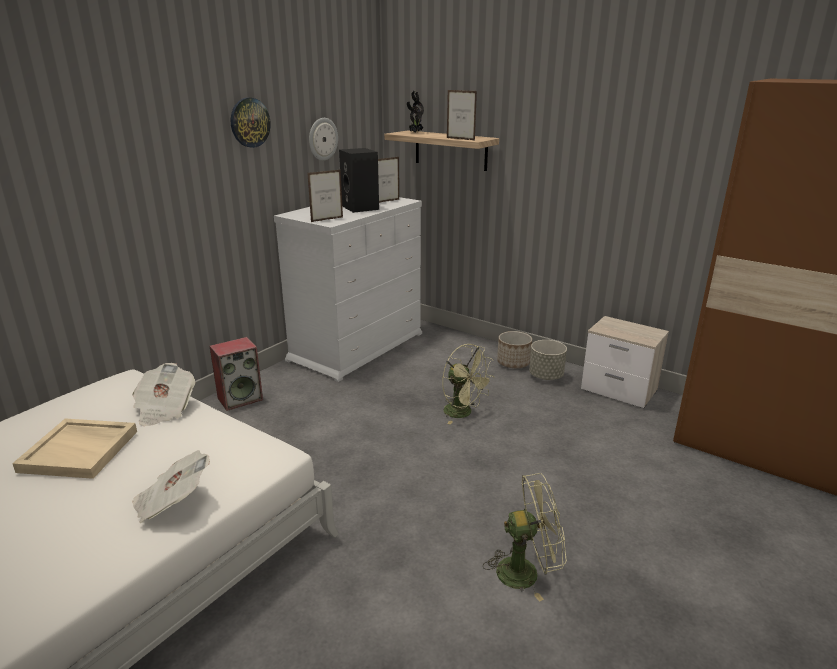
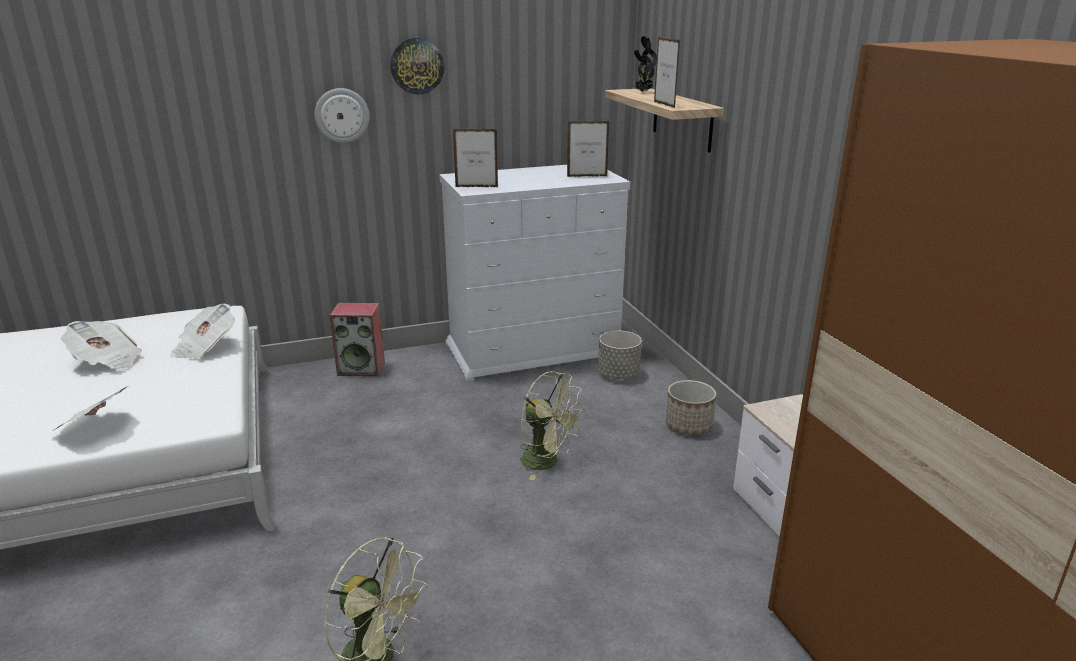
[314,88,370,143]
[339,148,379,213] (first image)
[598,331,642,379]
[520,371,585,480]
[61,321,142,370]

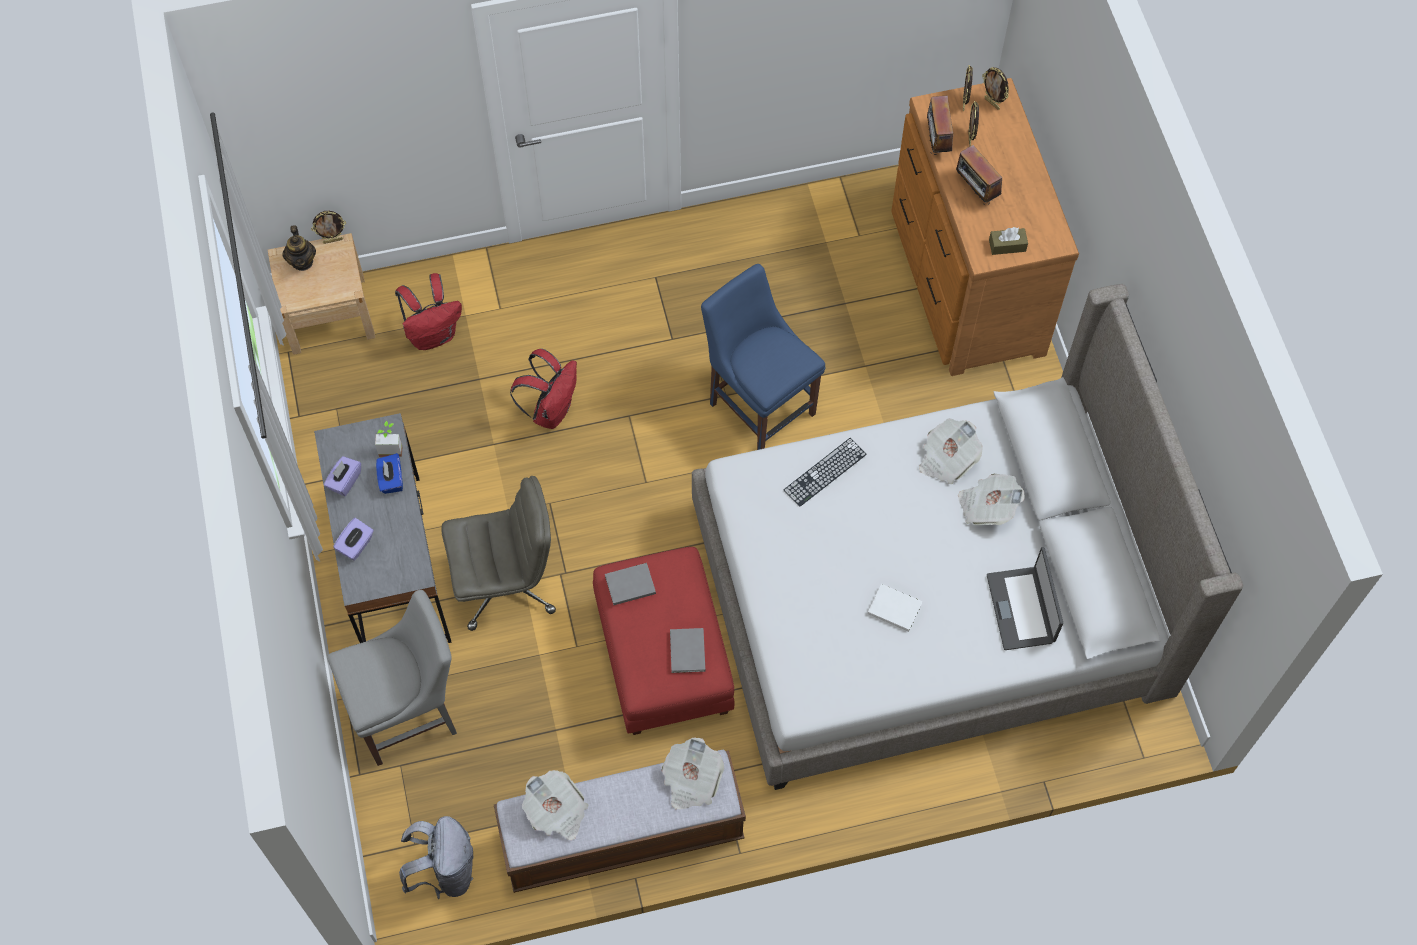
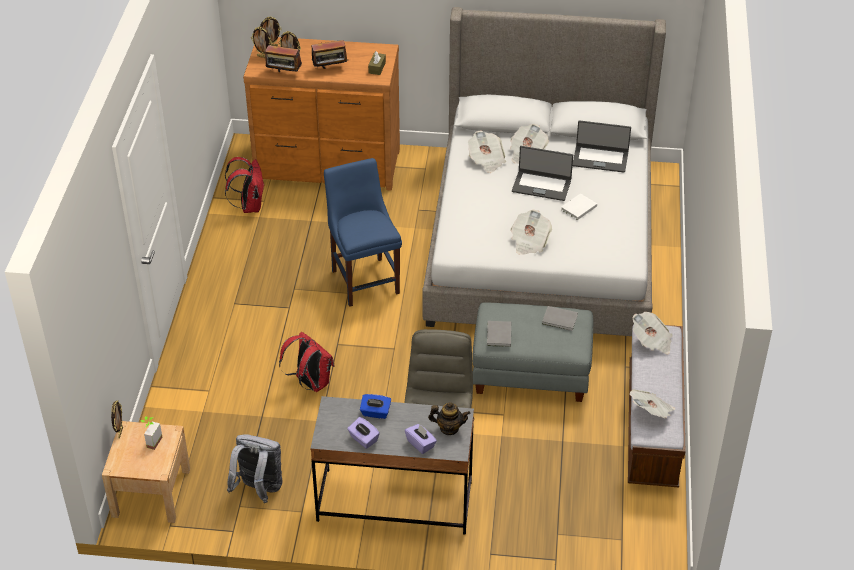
[428,402,470,435]
[324,158,402,307]
[225,157,264,213]
[140,416,162,450]
[784,438,867,506] (first image)
[472,302,593,402]
[327,590,457,766] (first image)
[227,434,283,503]
[512,146,573,201]
[511,210,552,255]

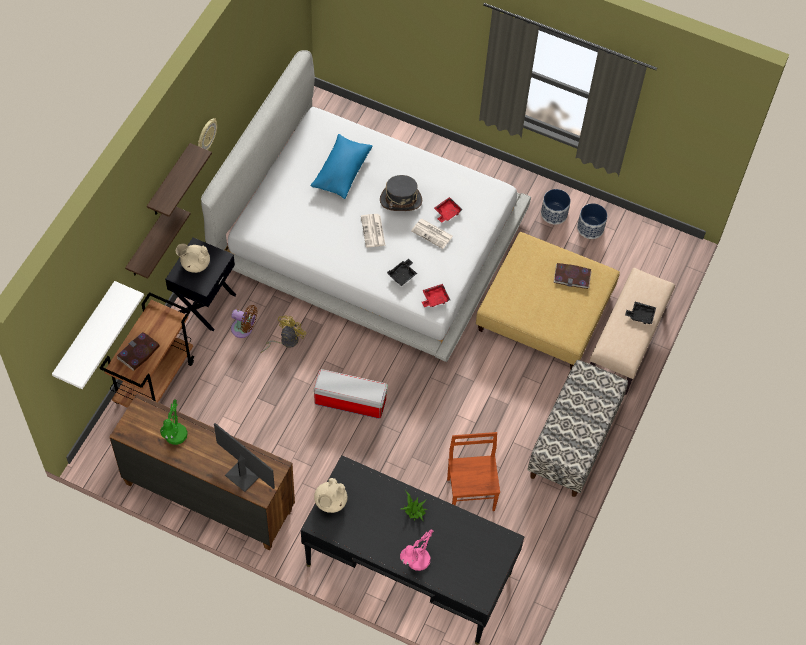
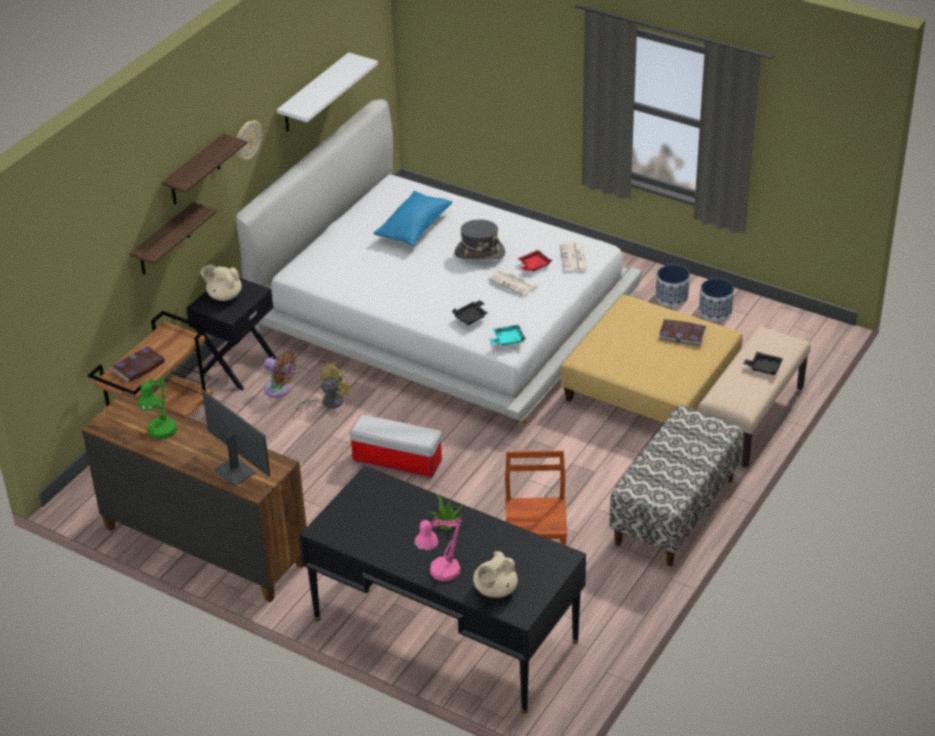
[560,242,587,272]
[277,52,378,132]
[490,324,526,346]
[473,551,518,598]

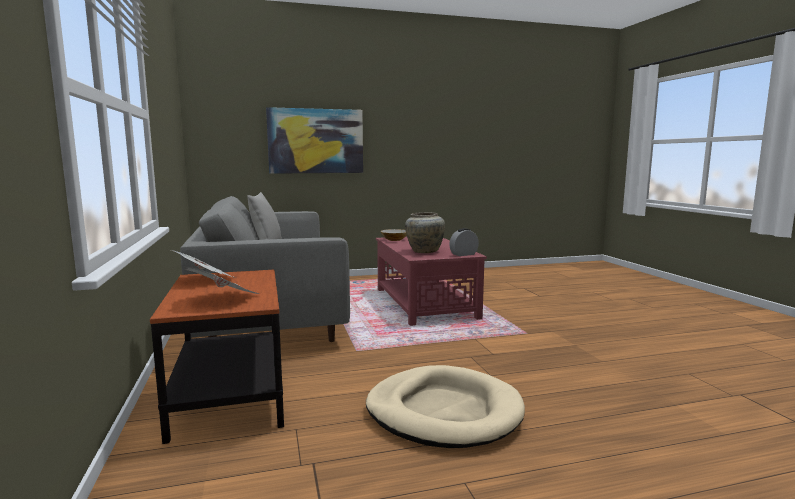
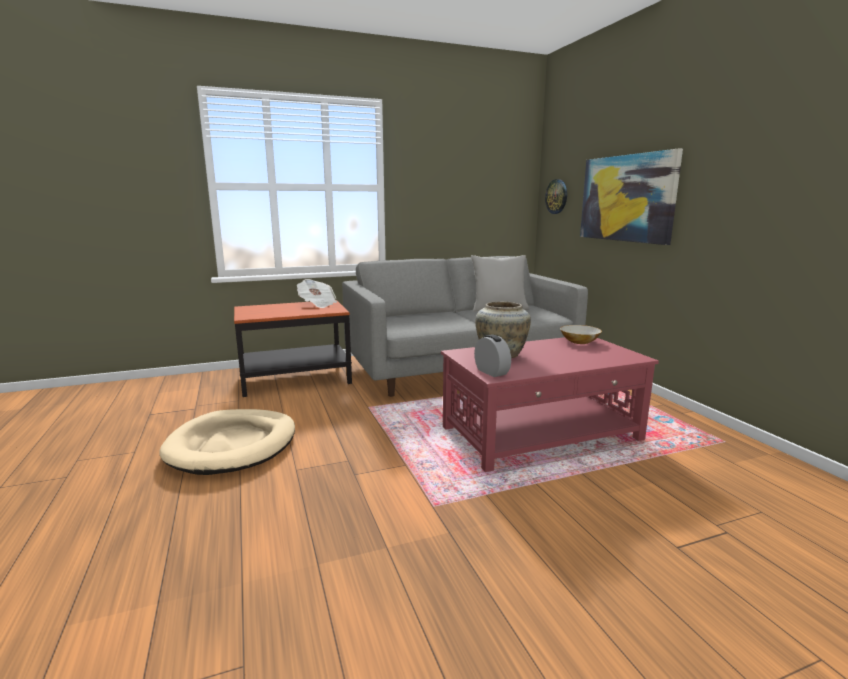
[185,267,259,294] (first image)
[545,179,567,214]

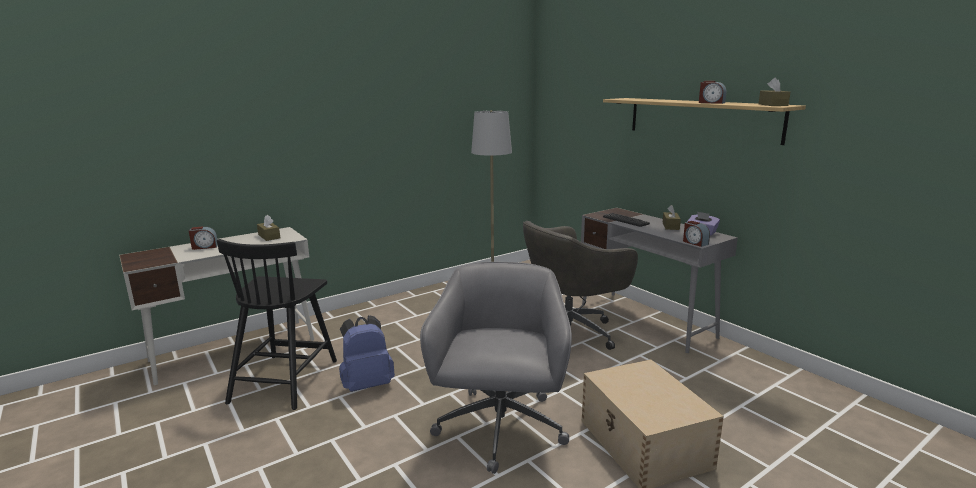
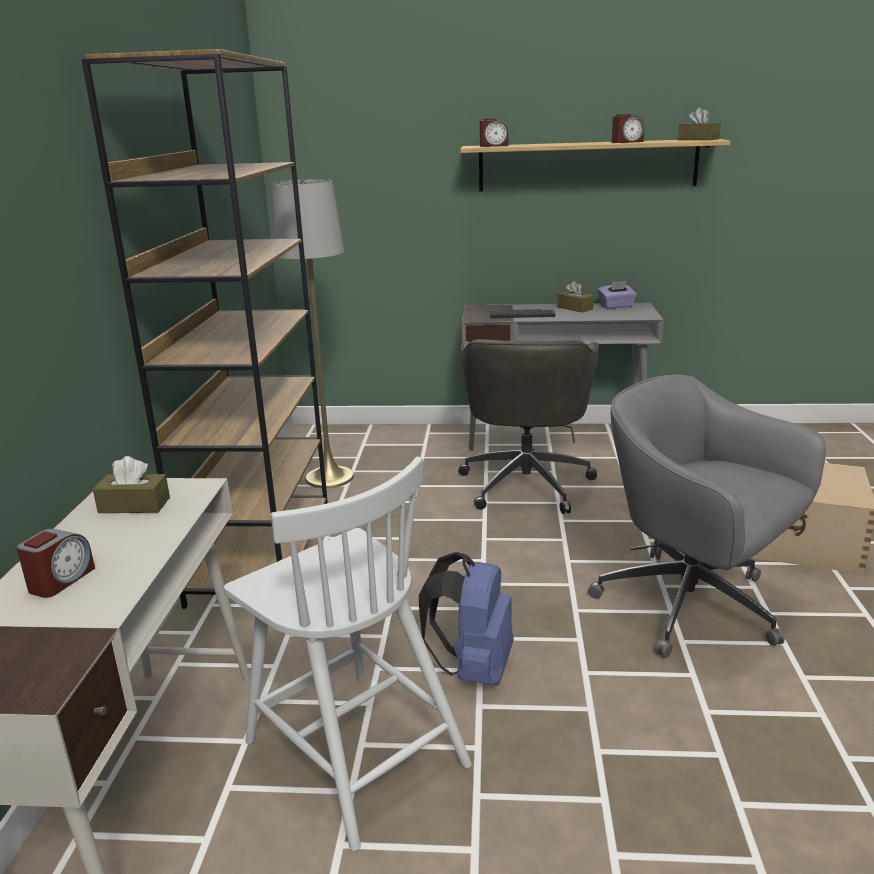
[480,118,509,147]
[224,457,472,851]
[81,49,328,609]

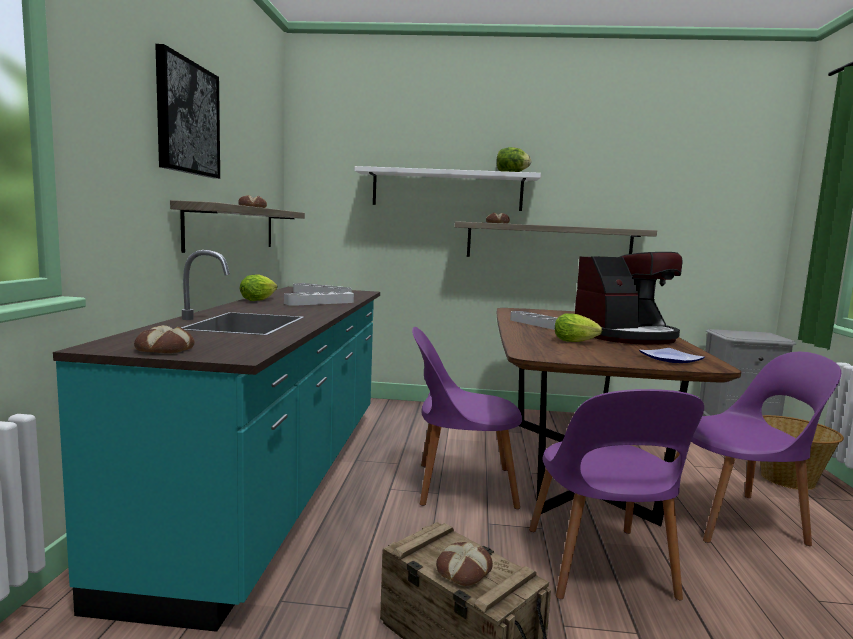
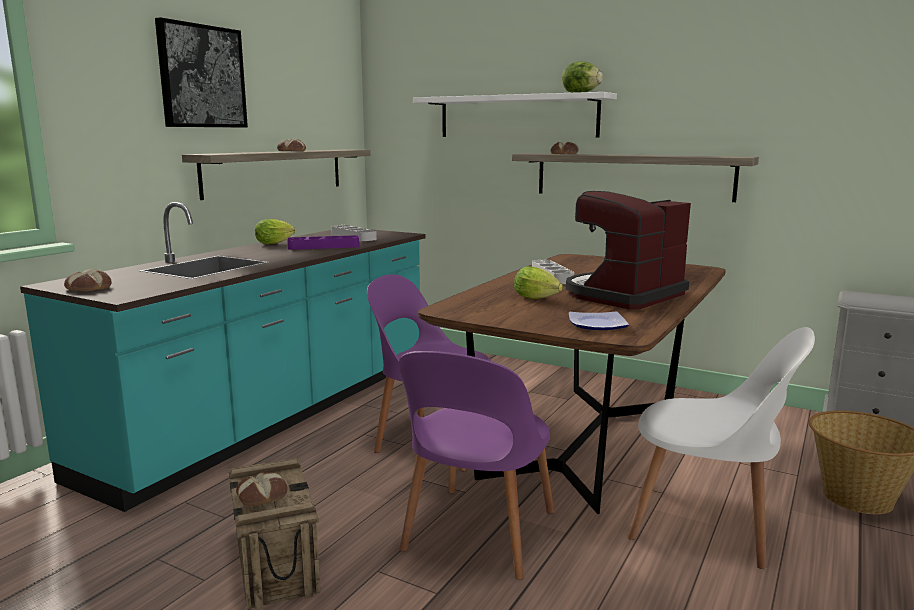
[566,191,691,310]
[287,235,359,250]
[627,327,815,570]

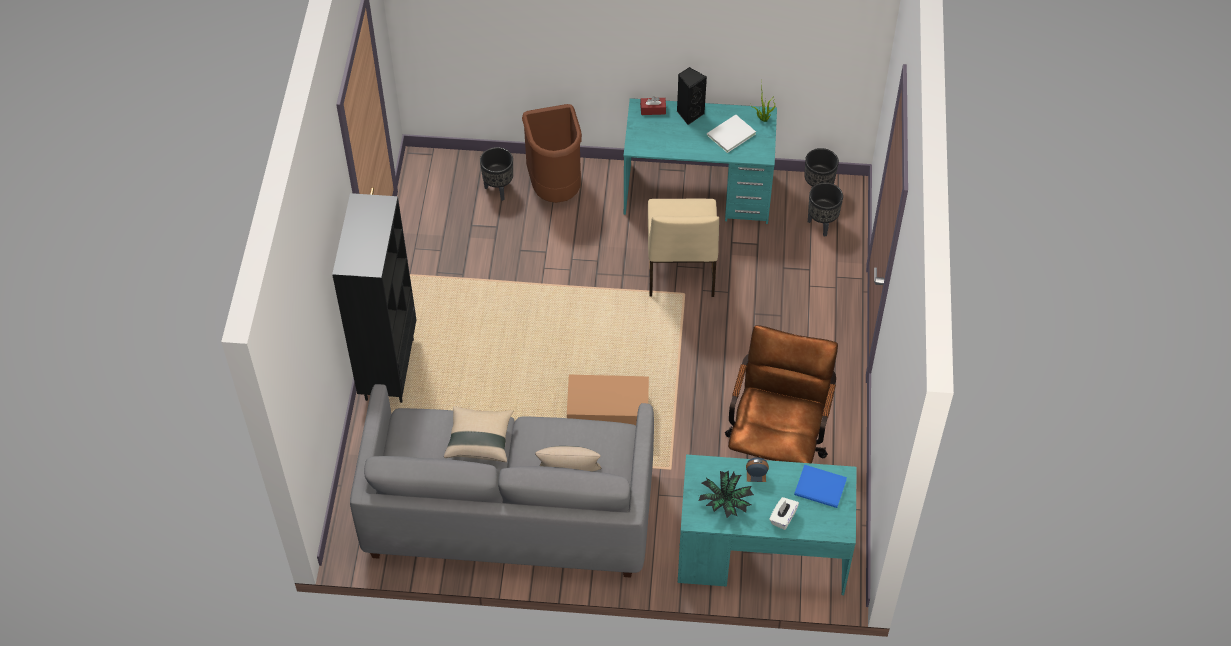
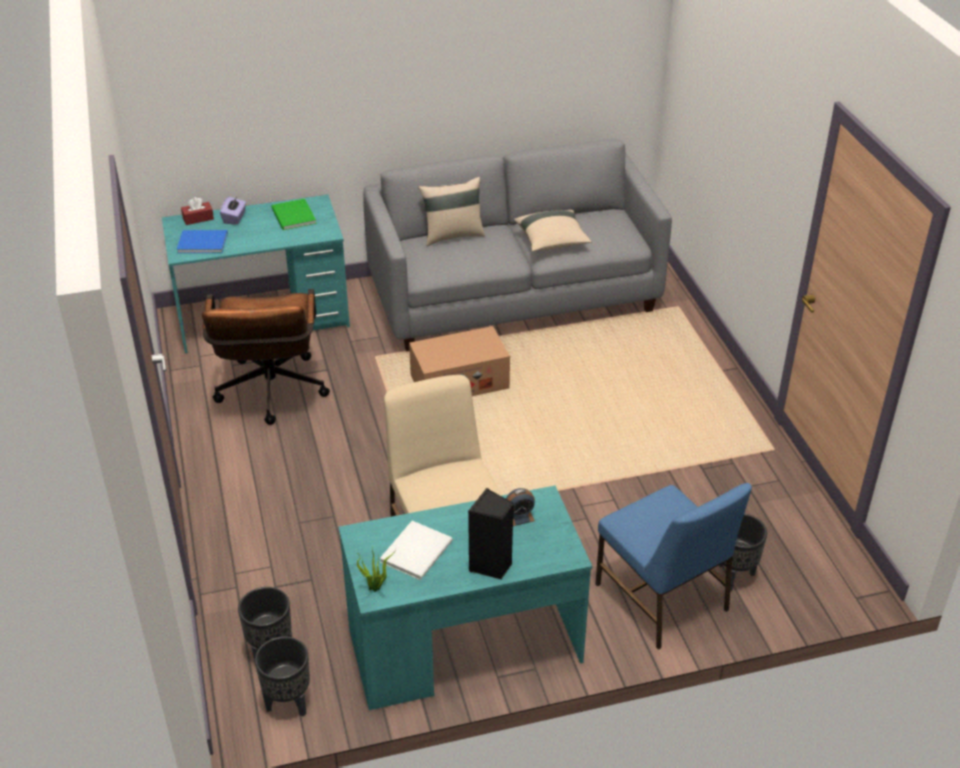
[181,197,214,225]
[595,483,752,650]
[332,193,416,403] (first image)
[506,488,535,526]
[272,199,317,230]
[220,197,246,225]

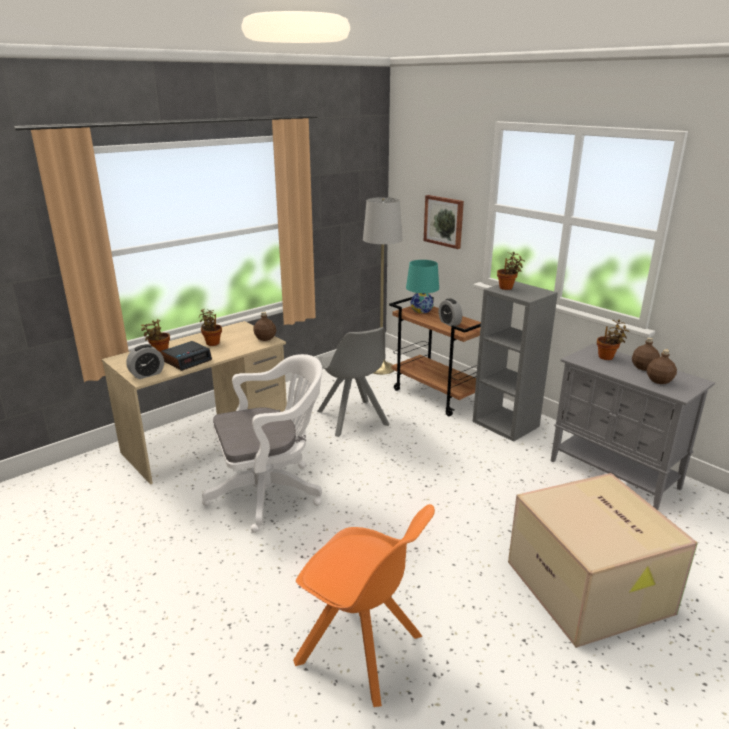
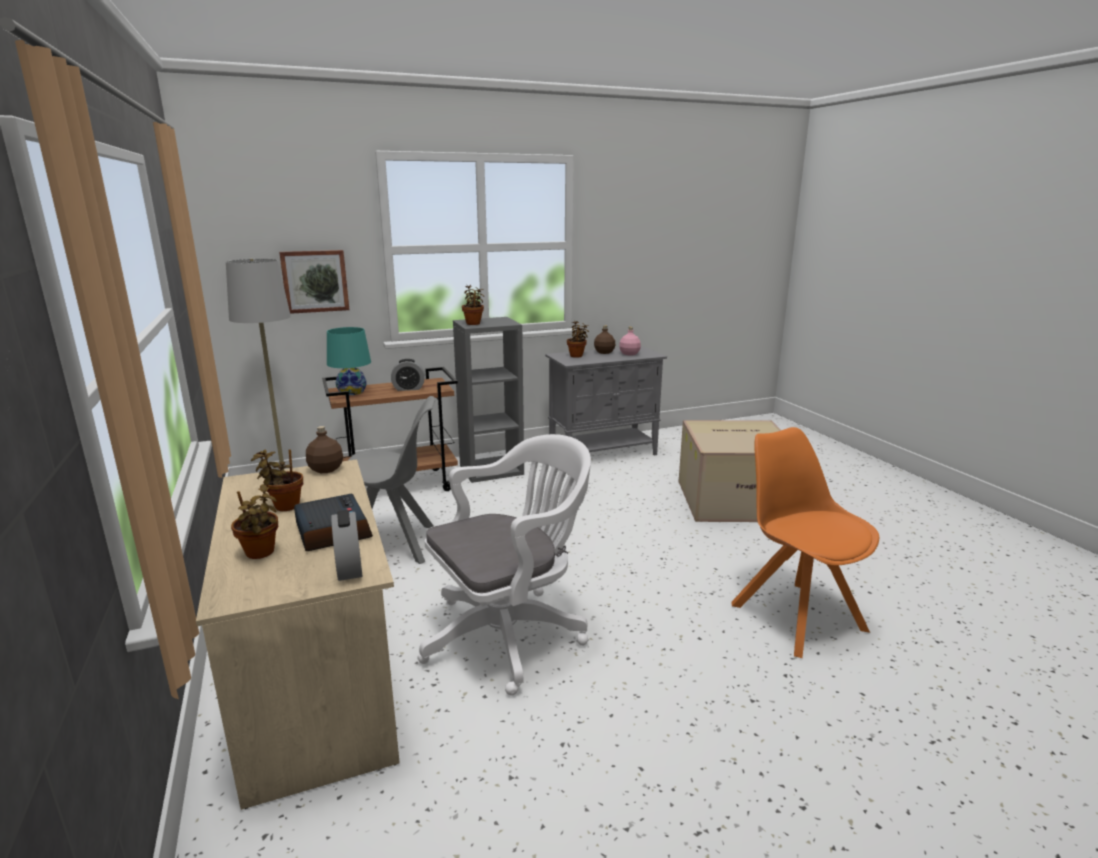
[619,327,641,356]
[418,434,591,696]
[732,427,879,658]

